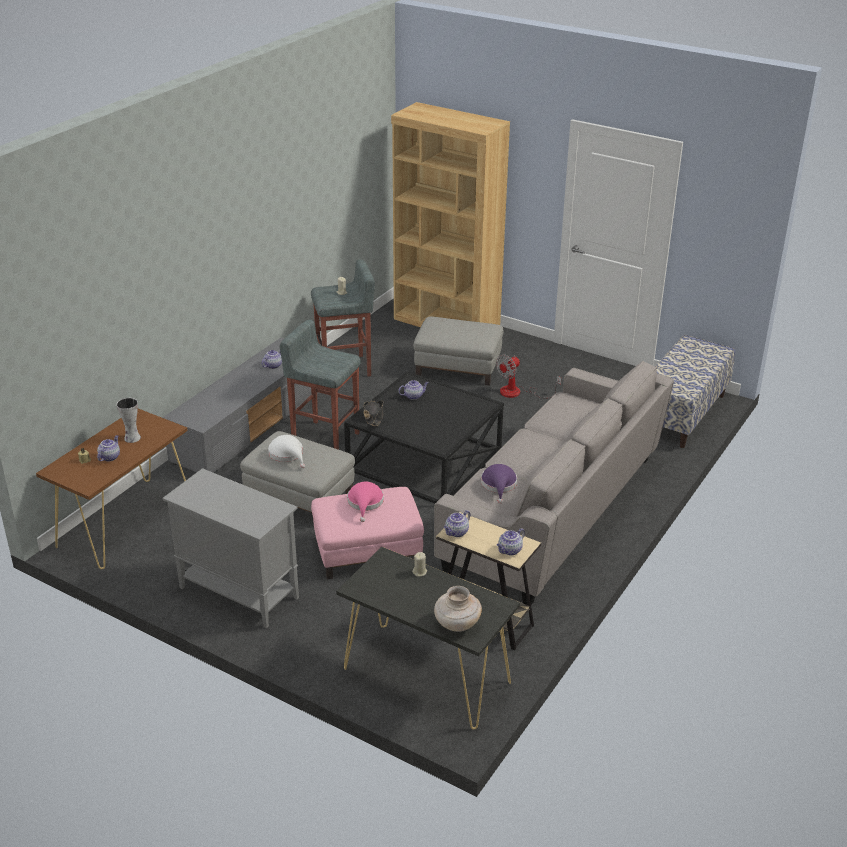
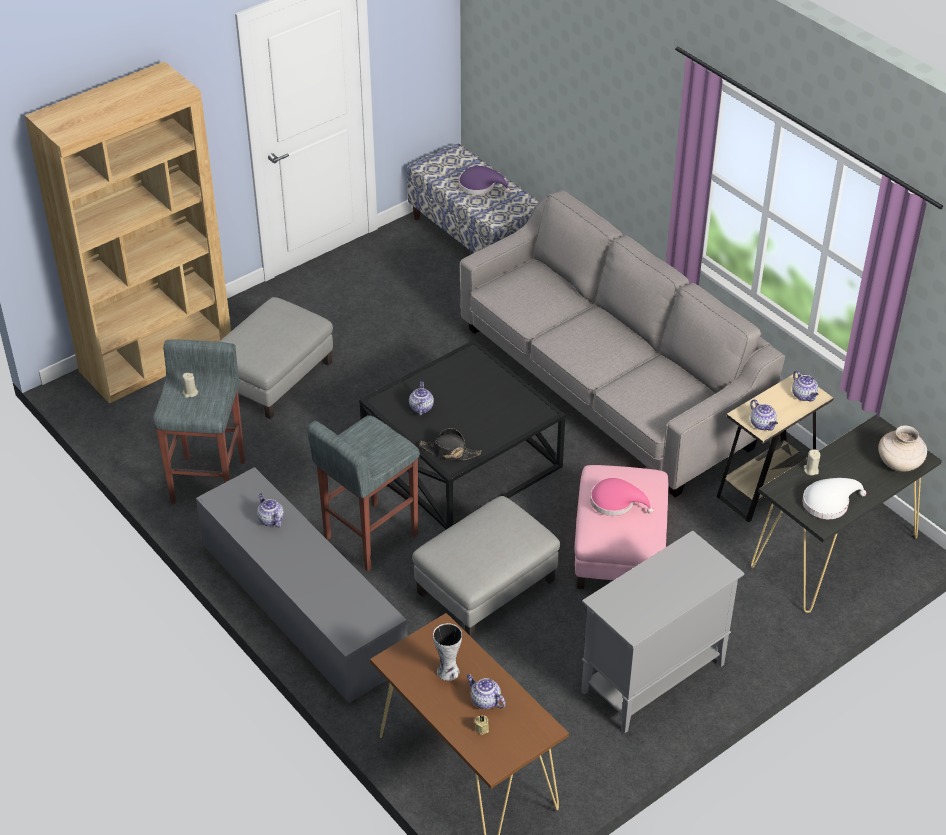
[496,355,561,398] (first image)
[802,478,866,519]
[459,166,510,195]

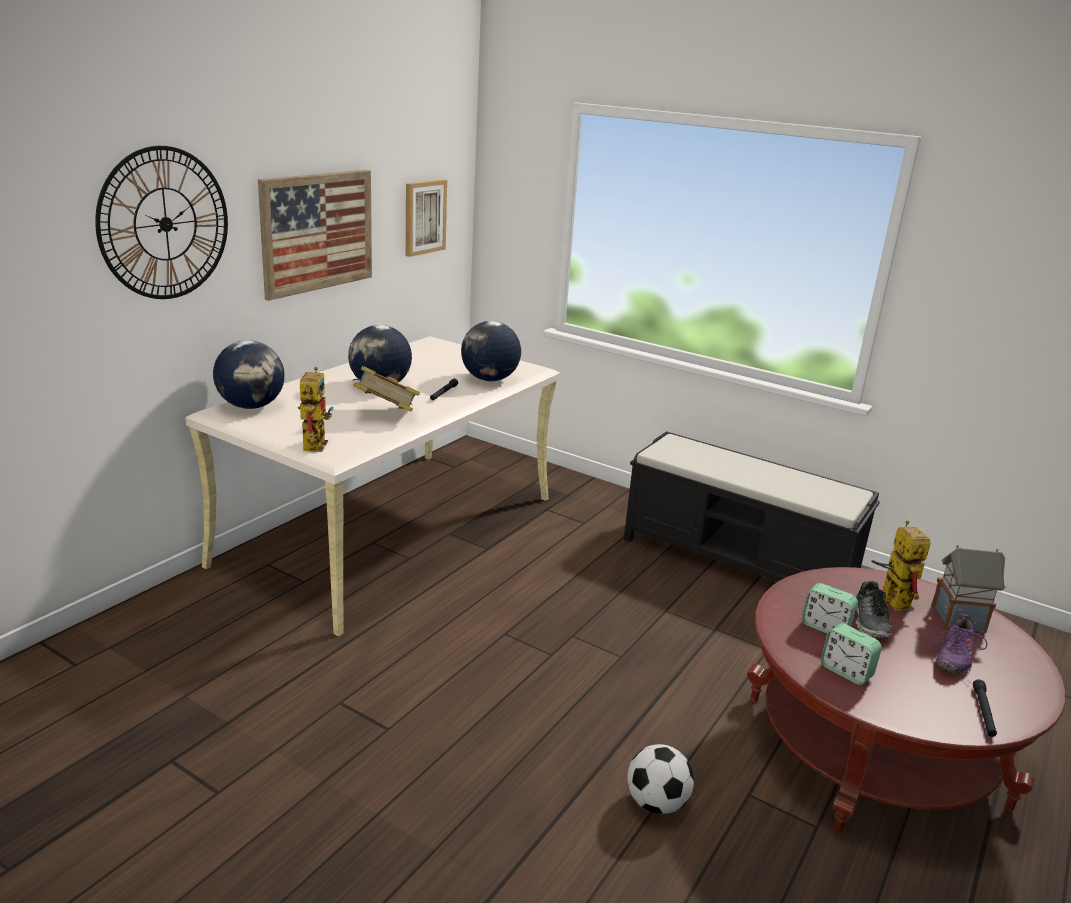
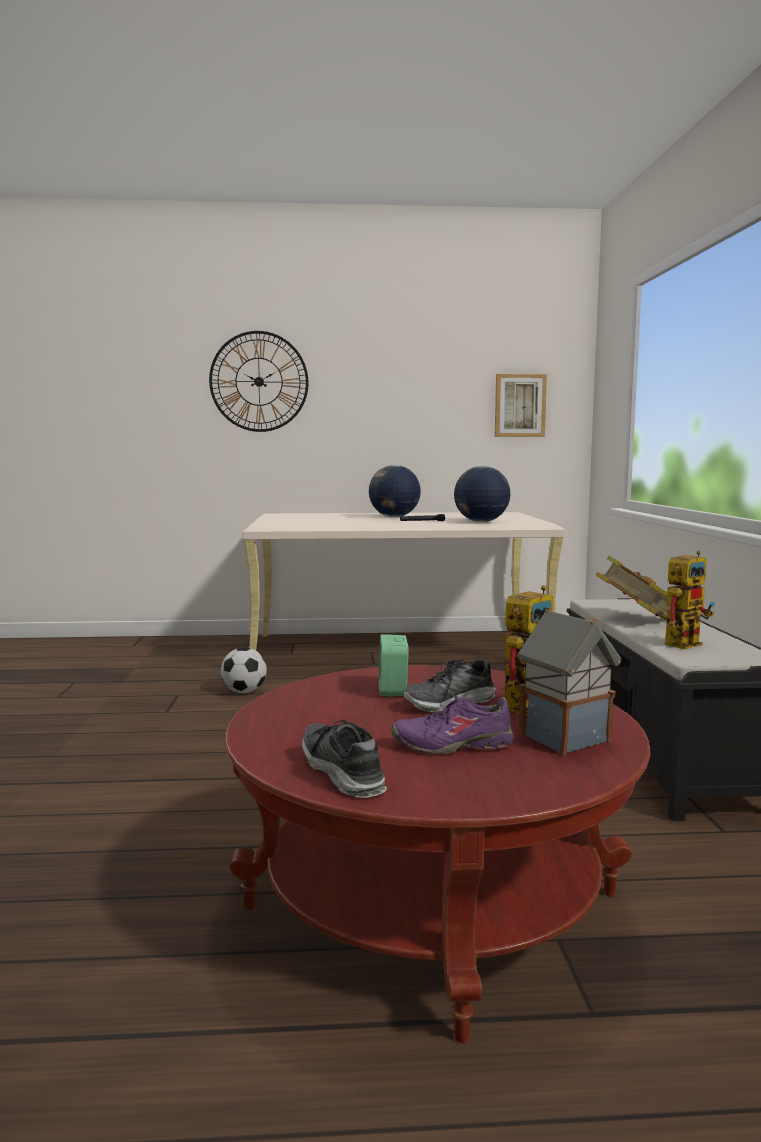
[258,170,372,301] (first image)
[213,340,285,409] (first image)
[596,556,676,619]
[665,551,715,649]
[821,623,882,685] (first image)
[302,720,387,798]
[221,647,267,693]

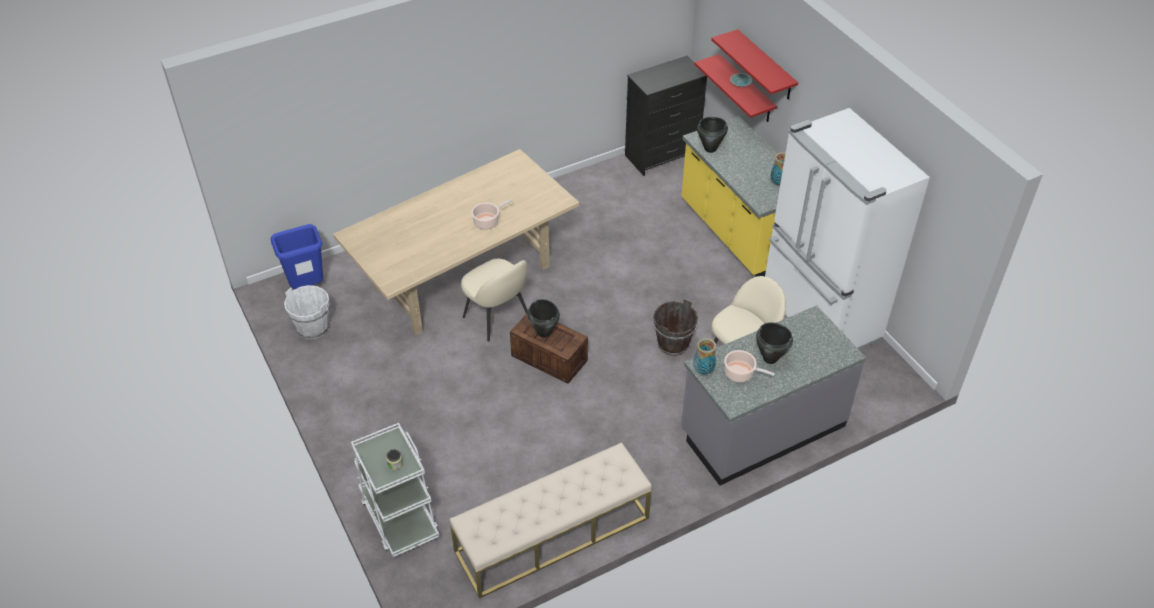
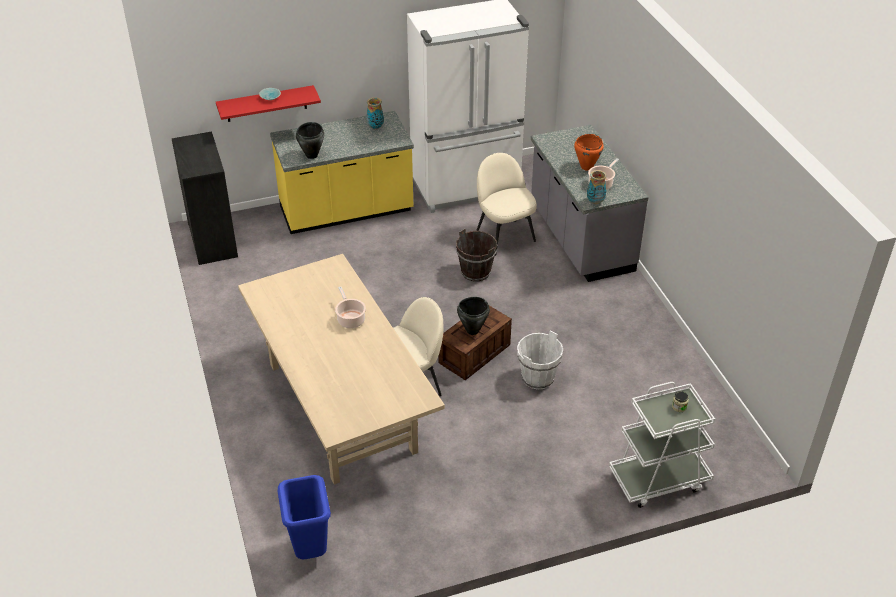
[711,29,798,100] (first image)
[517,331,563,389]
[574,134,604,170]
[450,442,652,599] (first image)

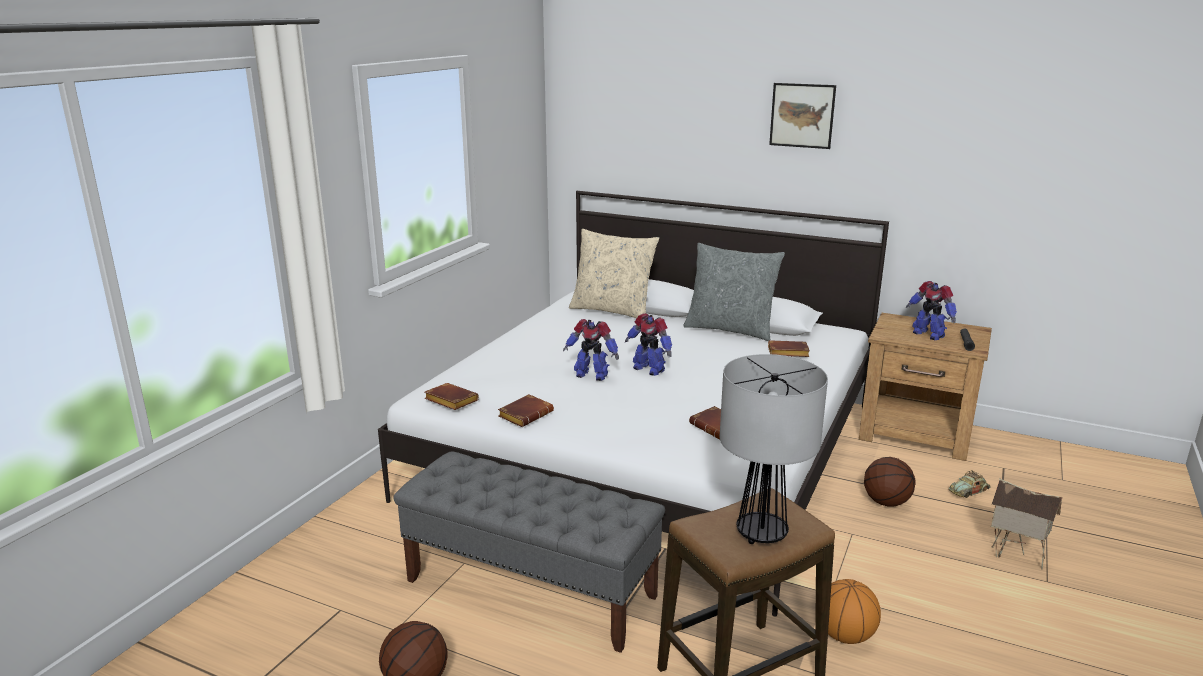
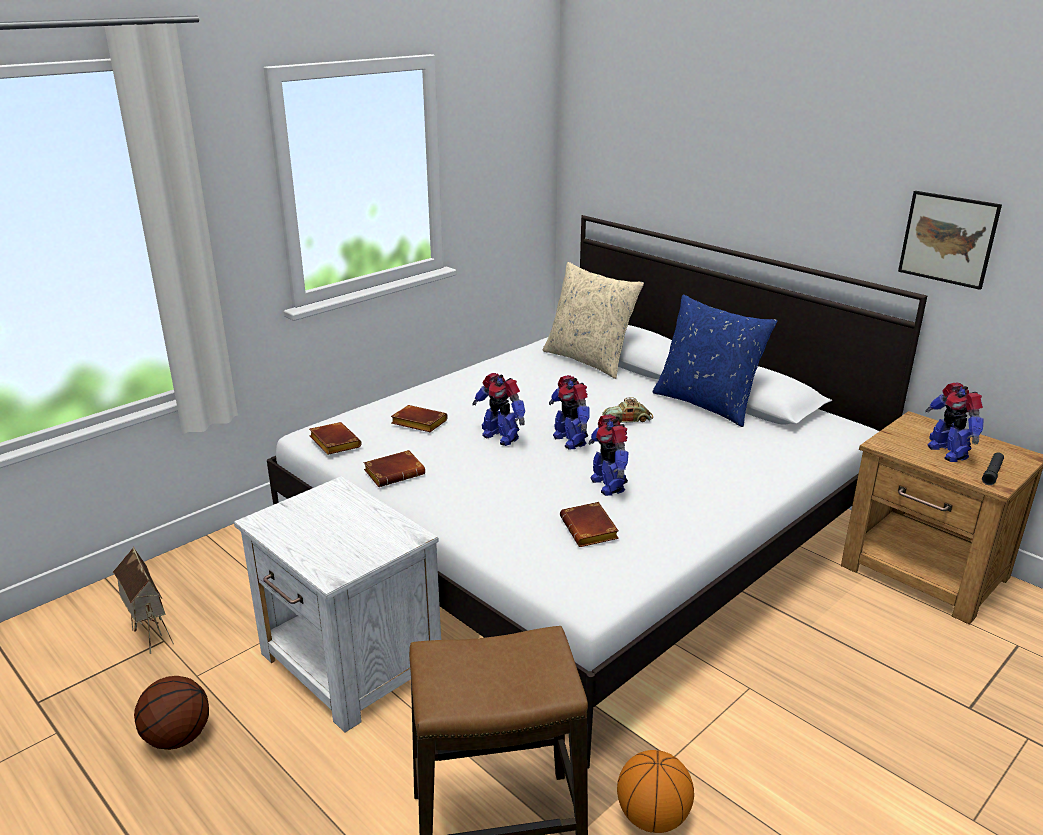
[898,191,1002,290]
[653,295,777,427]
[391,405,448,432]
[720,354,828,544] (first image)
[234,476,441,733]
[864,457,916,507] (first image)
[602,398,653,423]
[113,547,174,654]
[589,414,629,496]

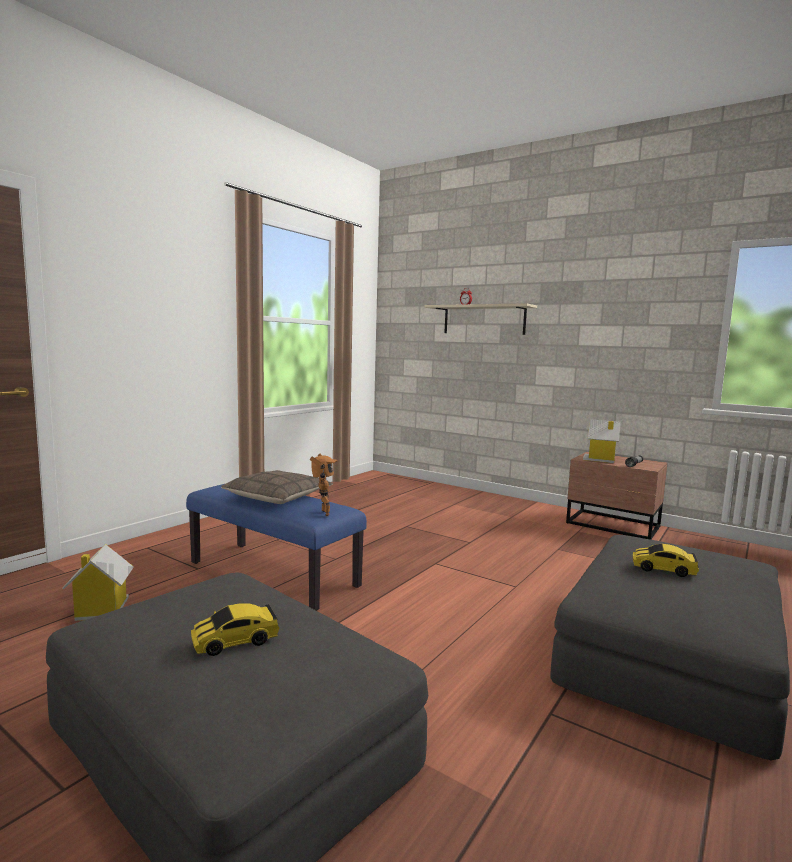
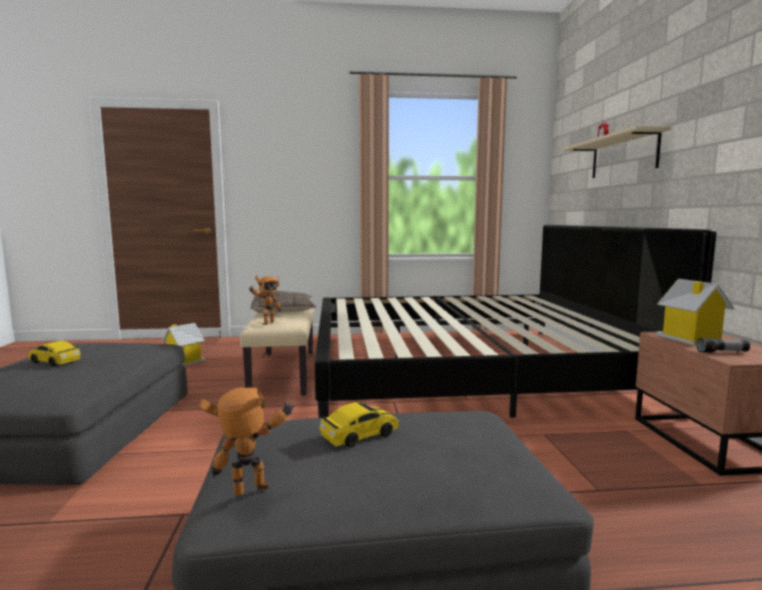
[240,308,314,396]
[319,402,399,447]
[314,225,717,418]
[199,387,295,497]

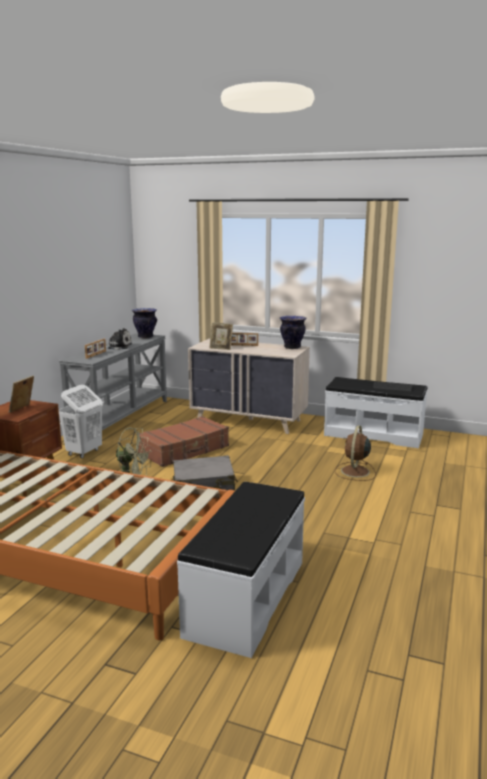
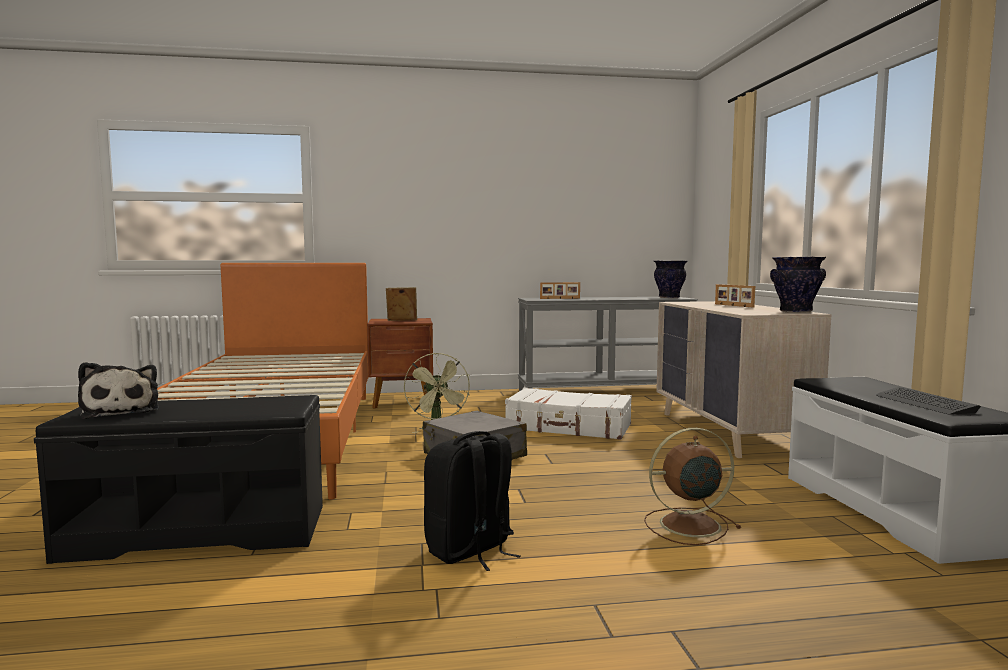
[209,322,233,350] (first image)
[78,362,159,419]
[59,385,103,458] (first image)
[505,388,632,440]
[34,395,323,564]
[424,431,521,571]

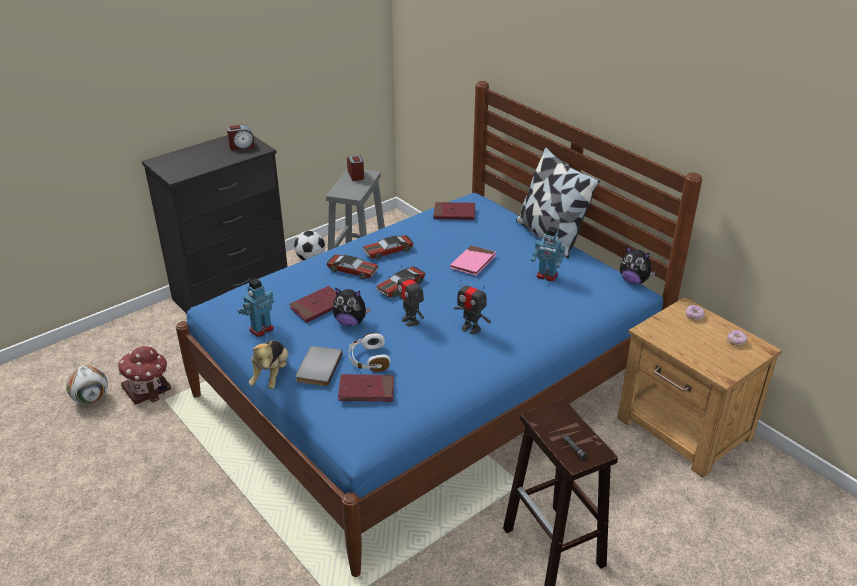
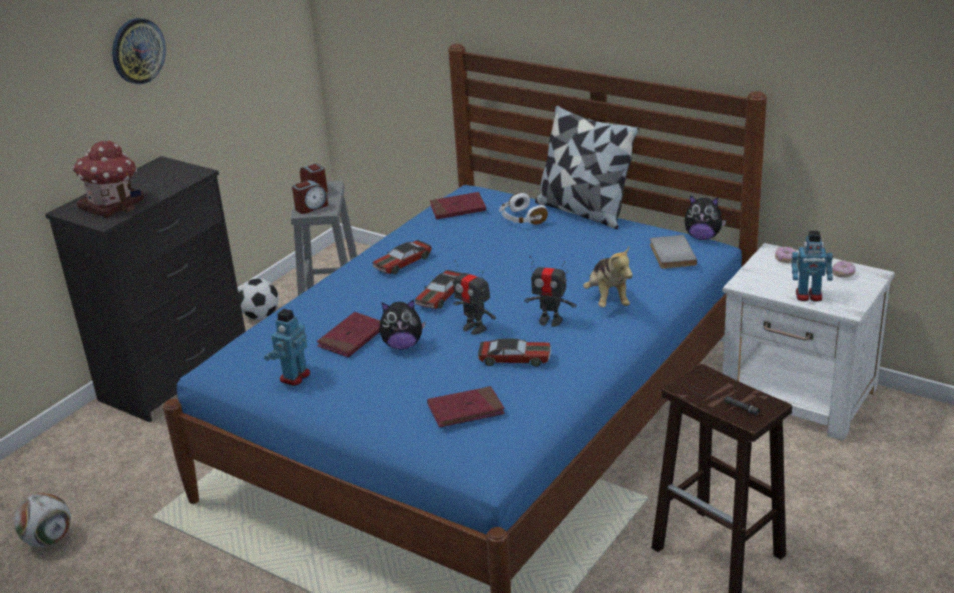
[292,180,328,214]
[792,231,833,302]
[450,245,496,276] (first image)
[478,339,551,367]
[722,243,895,441]
[499,193,548,225]
[583,247,633,307]
[72,141,144,218]
[650,235,697,269]
[112,18,166,84]

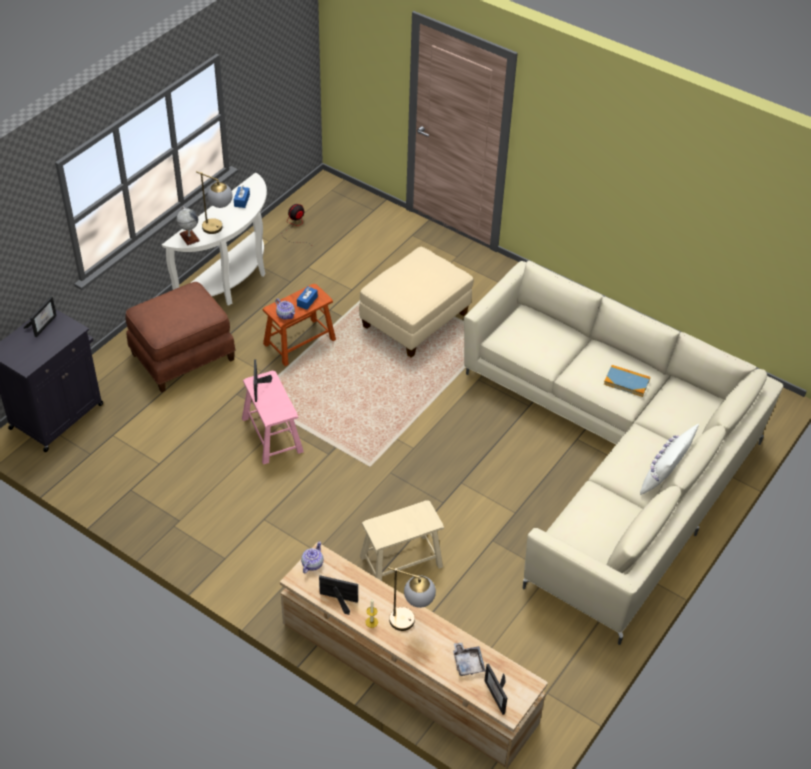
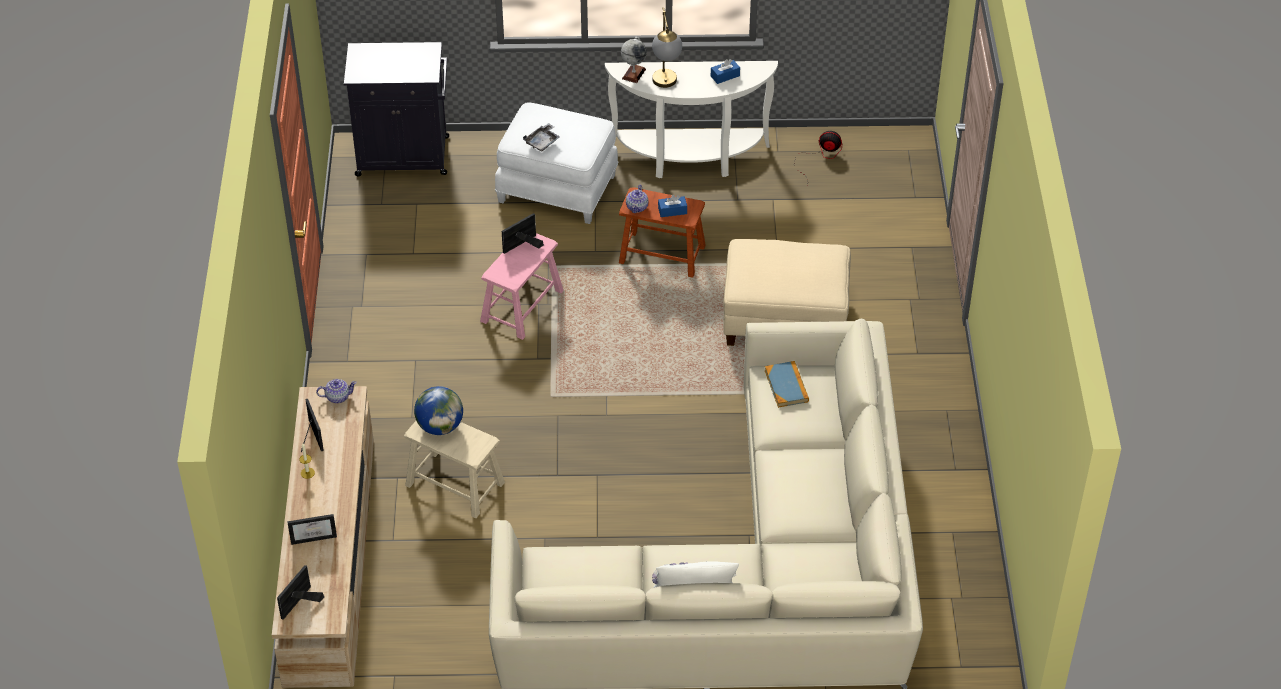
[495,102,618,224]
[287,514,337,545]
[765,361,809,408]
[388,567,436,631] (first image)
[523,123,560,151]
[414,386,463,435]

